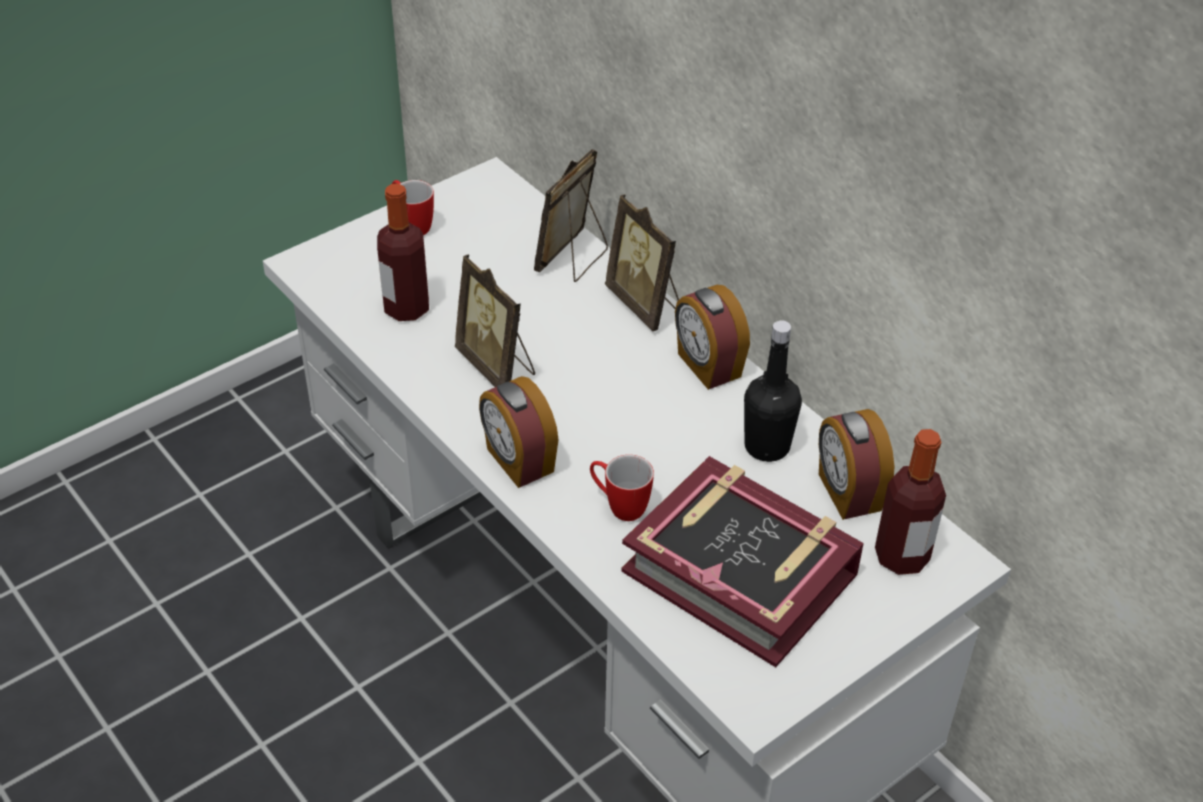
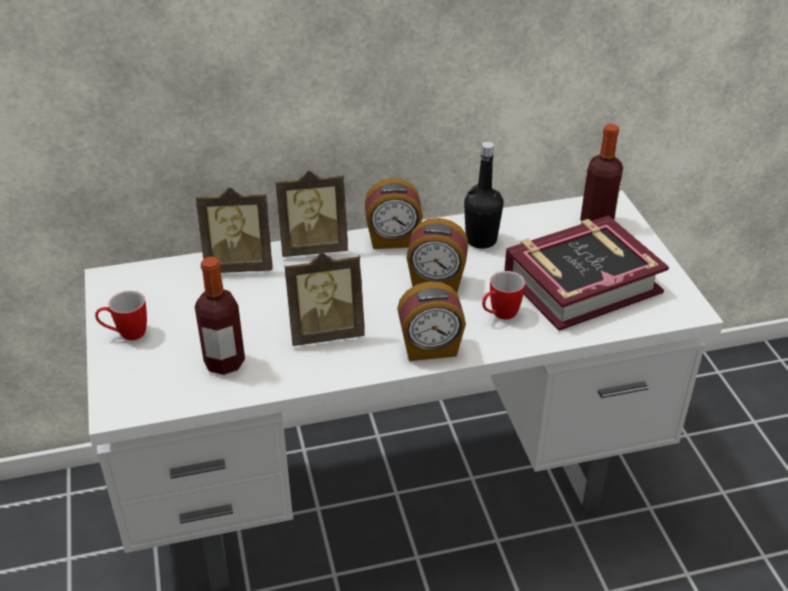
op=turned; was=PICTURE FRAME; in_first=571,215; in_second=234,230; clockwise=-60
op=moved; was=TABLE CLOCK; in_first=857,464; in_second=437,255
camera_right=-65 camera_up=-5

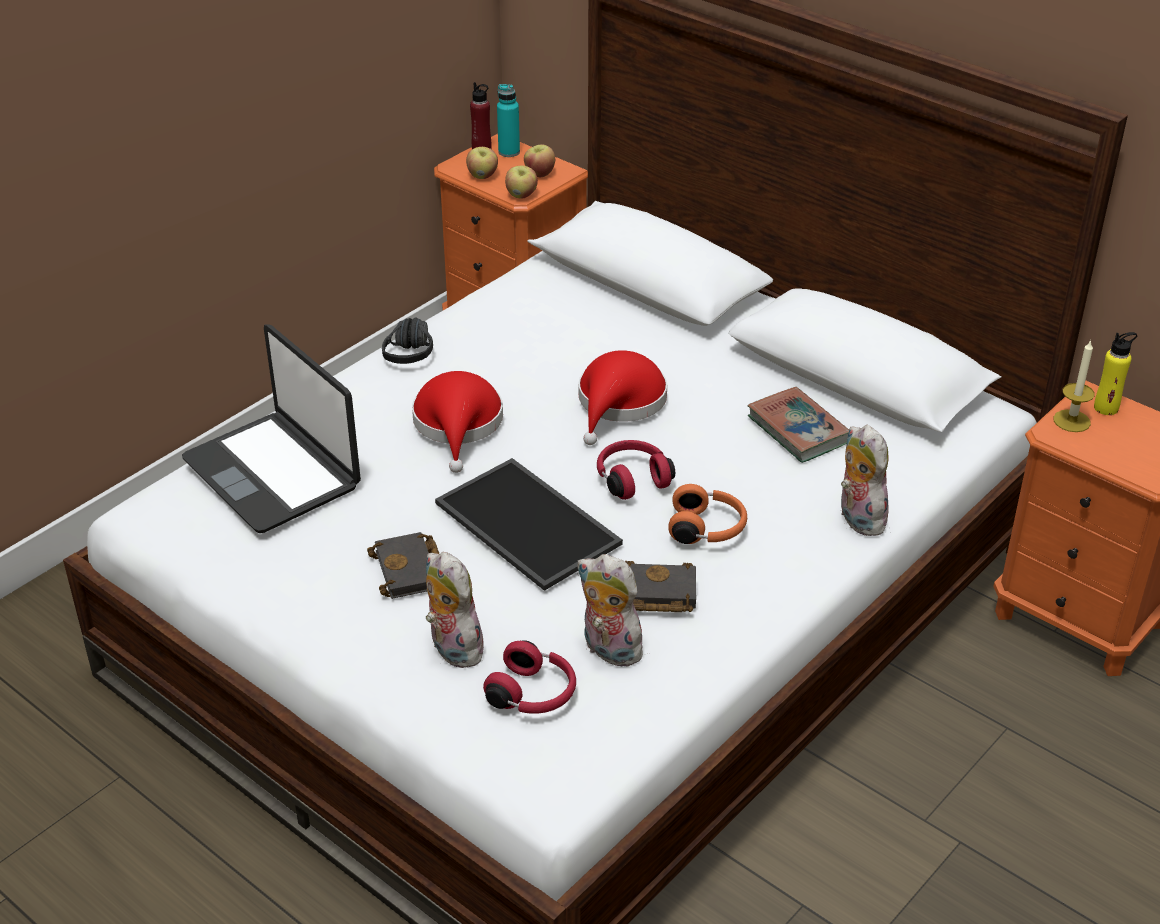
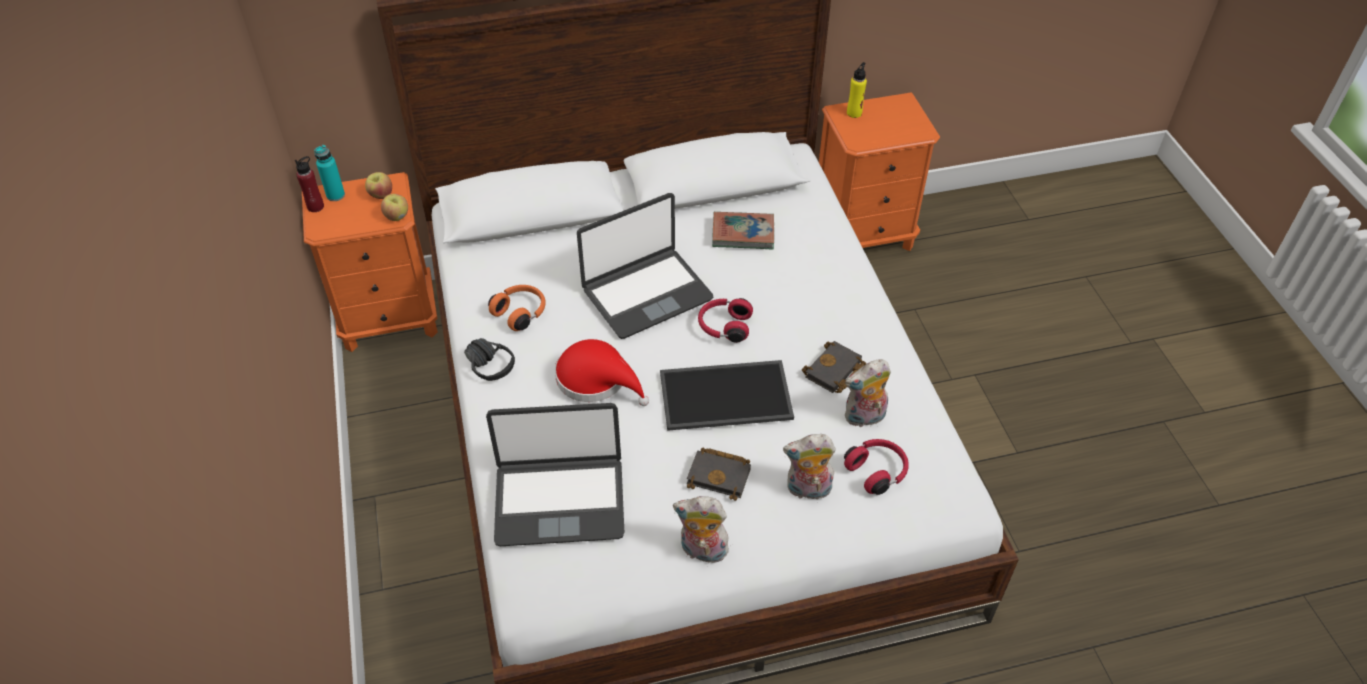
op=removed; was=APPLE FRUIT; in_first=482,163
op=removed; was=WAX CANDLE; in_first=1074,386
op=replaced; was=REDDISH WEARABLE HAT; now=LAPTOP; in_first=622,397; in_second=645,266
op=moved; was=CUDDLY TOY; in_first=864,480; in_second=701,529
op=moved; was=ORANGE-COLOURED HEADSET; in_first=707,514; in_second=516,308
camera_right=-55 camera_up=10

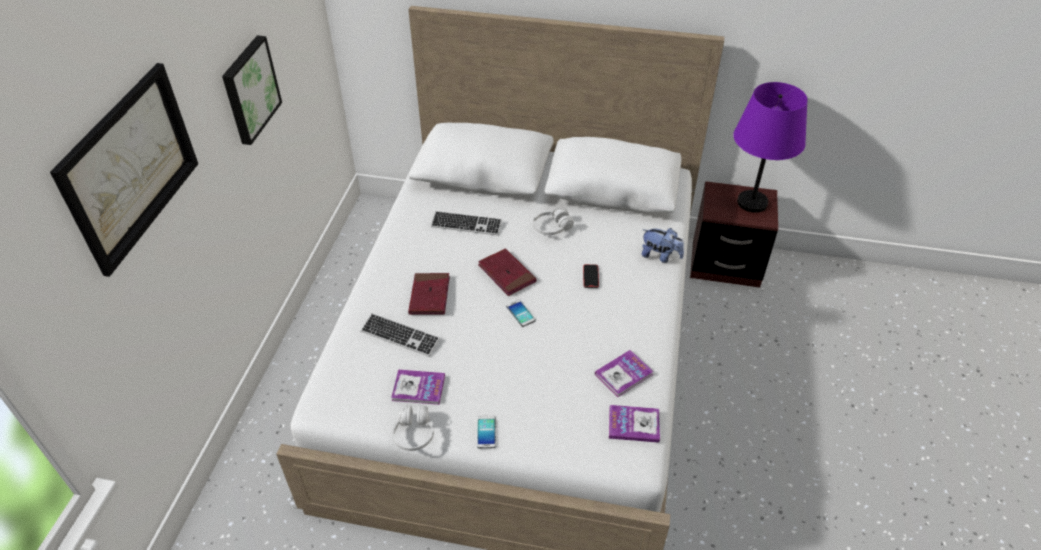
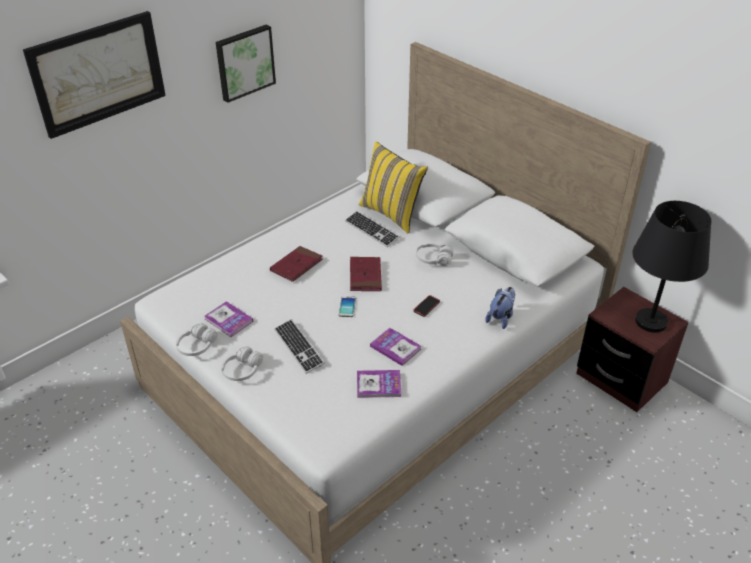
op=recoloured; was=PURPLE-COLOURED TABLETOP LAMP; now=BLACK TABLETOP LAMP; in_first=770,147; in_second=671,267
op=turned; was=CUDDLY TOY; in_first=663,245; in_second=500,308; clockwise=-120
op=moved; was=PC KEYBOARD; in_first=400,335; in_second=299,346
op=moved; was=BOOK; in_first=634,424; in_second=395,347
op=replaced; was=PHONE; now=WHITE-COLOURED HEADSET; in_first=486,432; in_second=242,363
op=added; now=YELLOWISH CUSHION; in_second=393,187
camera_right=35 camera_up=-5

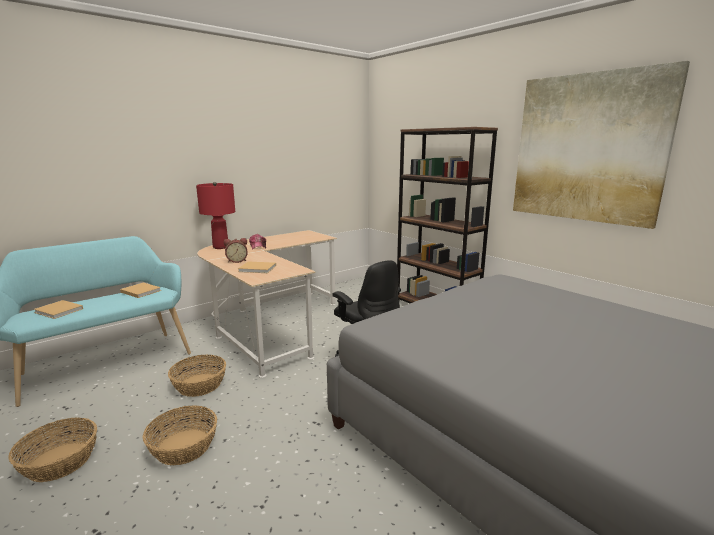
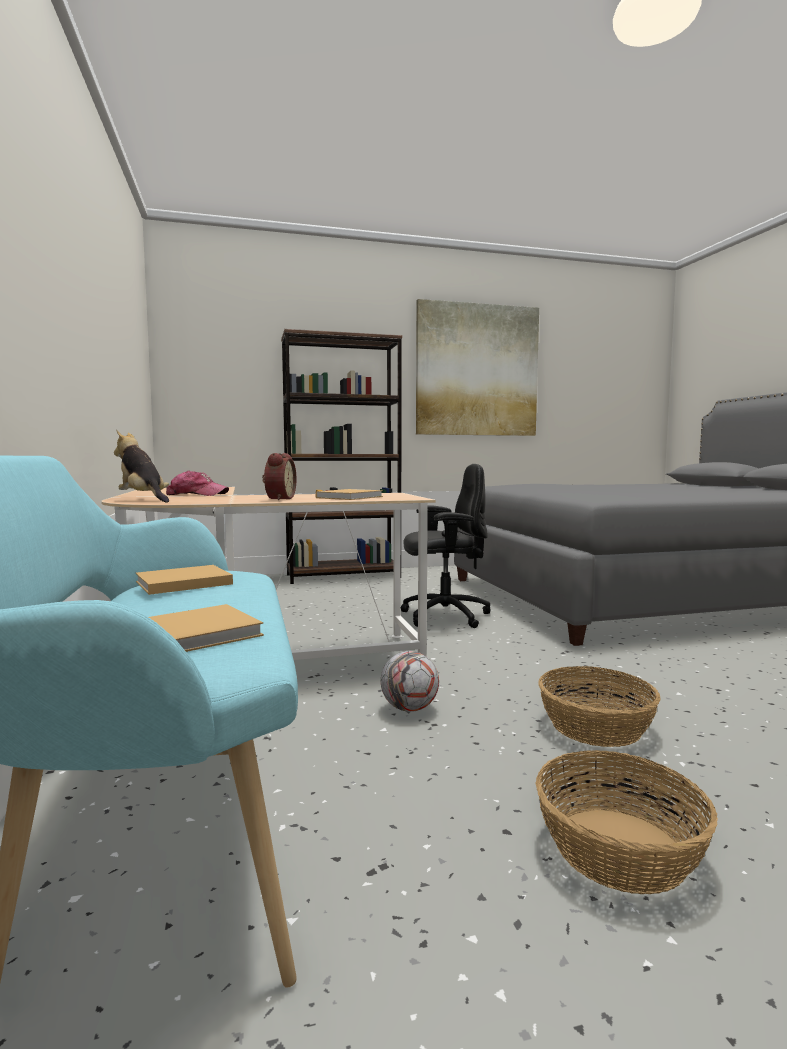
op=replaced; was=REDDISH TABLETOP LAMP; now=CUDDLY TOY; in_first=215,215; in_second=141,466
op=replaced; was=BASKET; now=FOOTBALL BALL; in_first=197,376; in_second=410,681
camera_right=-65 camera_up=-10

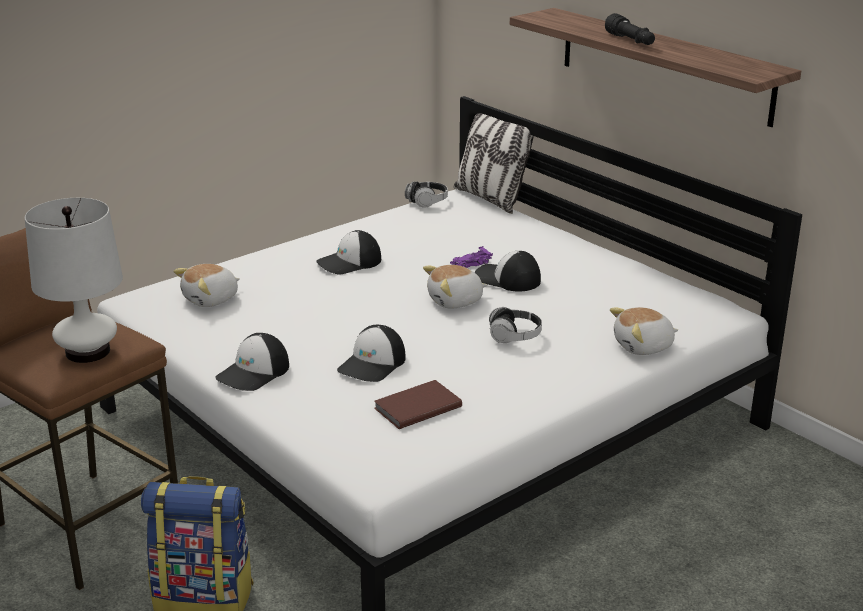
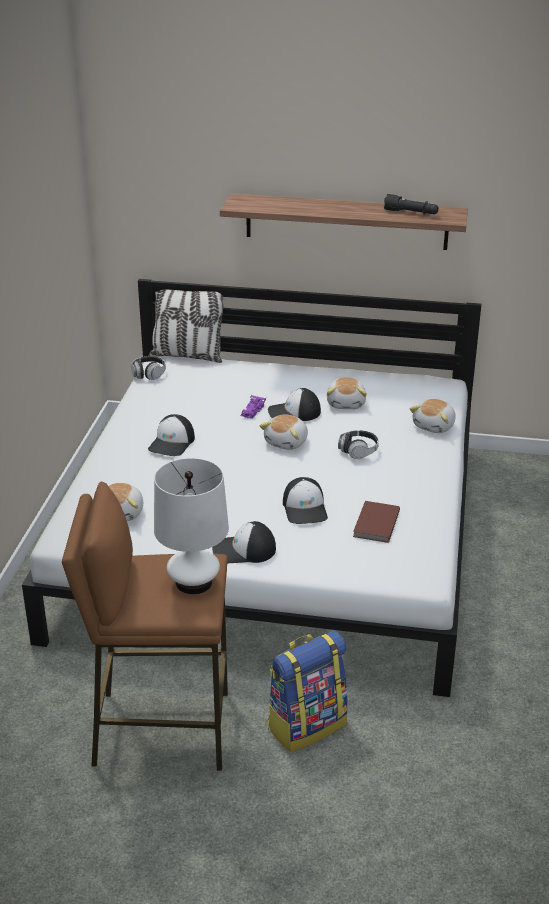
op=moved; was=BLACK HAND TORCH; in_first=630,29; in_second=411,204
op=turned; was=PEAKED CAP; in_first=252,362; in_second=244,542; clockwise=90
op=added; now=CUDDLY TOY; in_second=347,393
camera_right=-40 camera_up=5

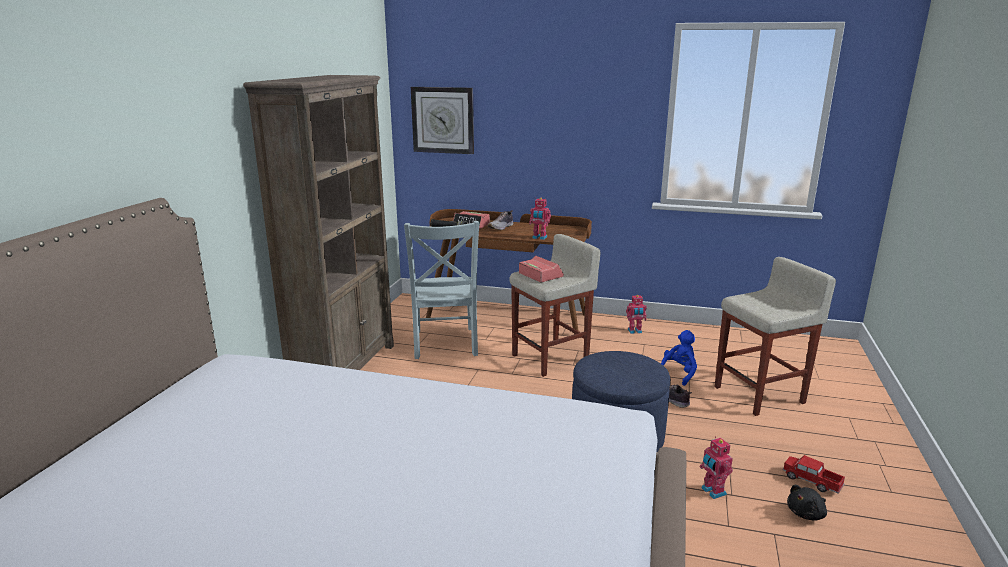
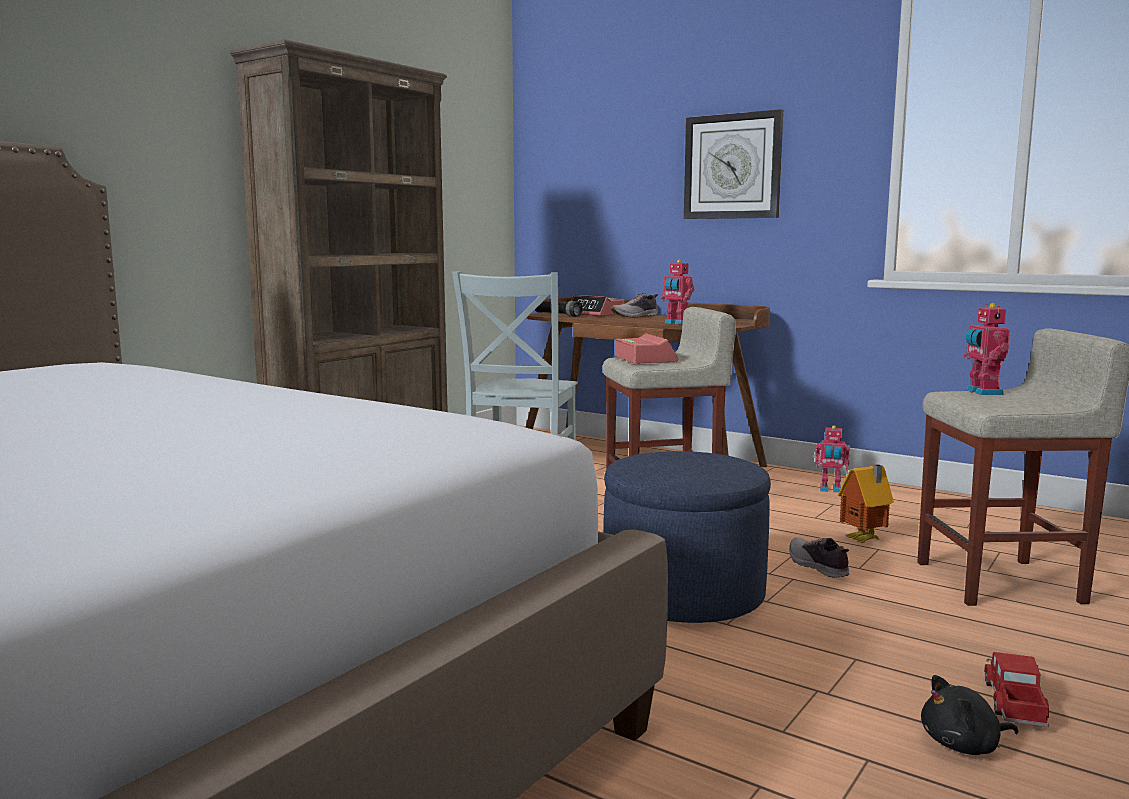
op=moved; was=WALL CLOCK; in_first=442,120; in_second=733,164
op=replaced; was=BLUE-COLOURED CUDDLY TOY; now=MODEL HOUSE; in_first=679,358; in_second=866,503
op=moved; was=TOY ROBOT; in_first=716,467; in_second=987,349
op=turned; was=MODEL TRUCK; in_first=814,474; in_second=1016,689; clockwise=45
camera_right=20 camera_up=-10

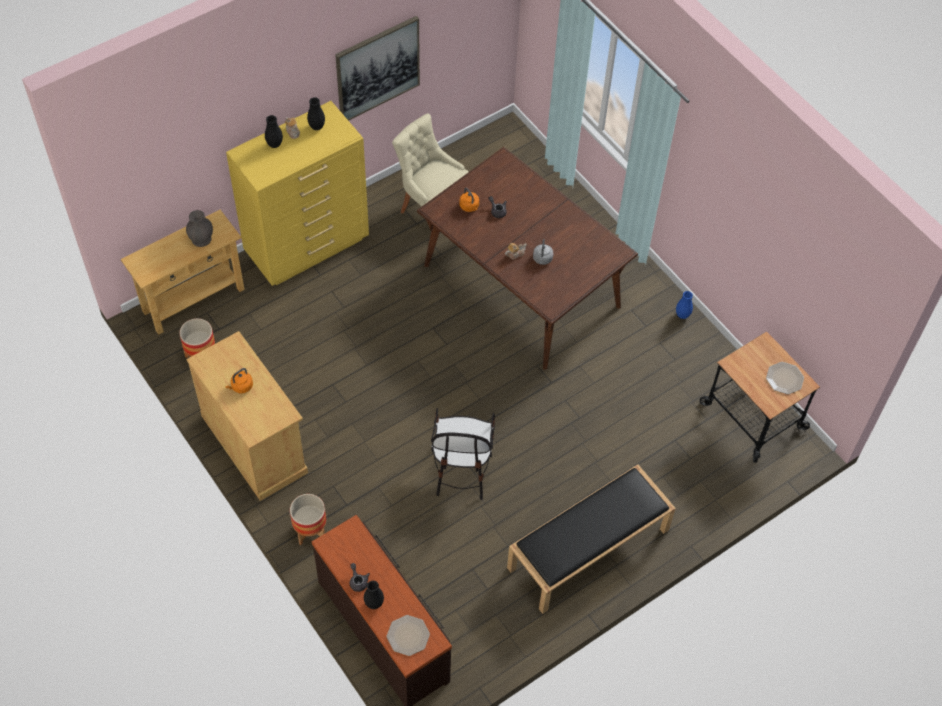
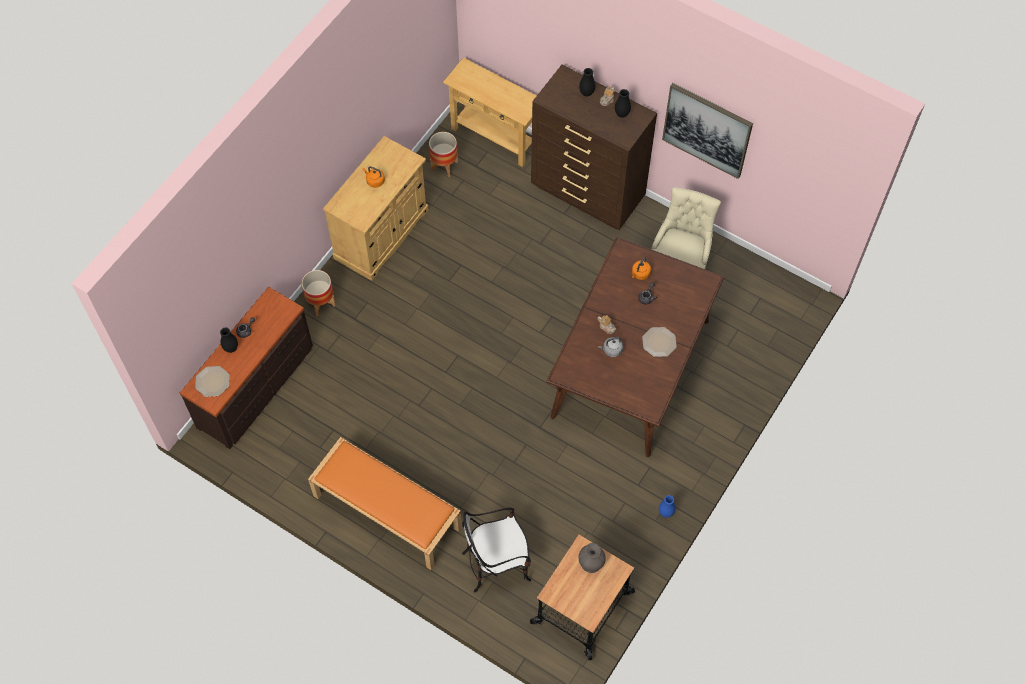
op=recoloured; was=YELLOWISH CHEST OF DRAWERS; now=BROWNISH CHEST OF DRAWERS; in_first=297,193; in_second=594,147
op=moved; was=GREY VASE; in_first=199,228; in_second=592,558
op=moved; was=DINNER PLATE; in_first=785,378; in_second=659,342
op=moved; was=UPRIGHT CHAIR; in_first=463,454; in_second=496,550
op=recoloured; was=BLACK INDOOR BENCH; now=ORANGE-COLOURED INDOOR BENCH; in_first=591,539; in_second=385,504
camera_right=70 camera_up=5

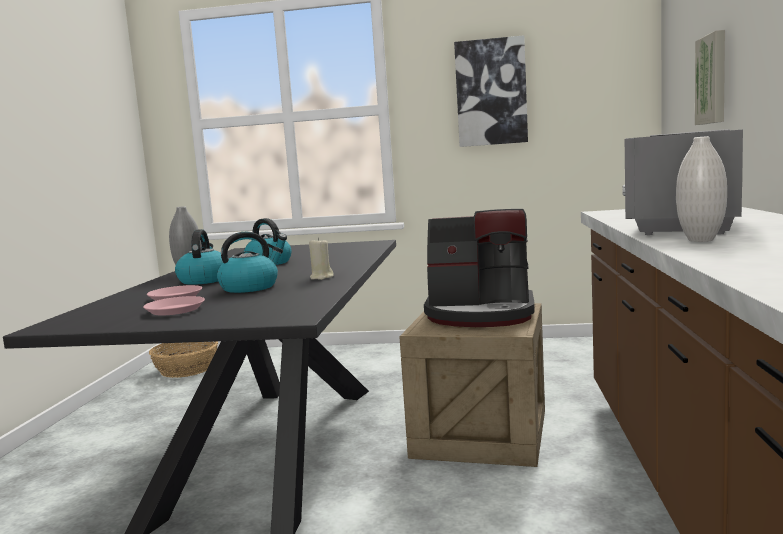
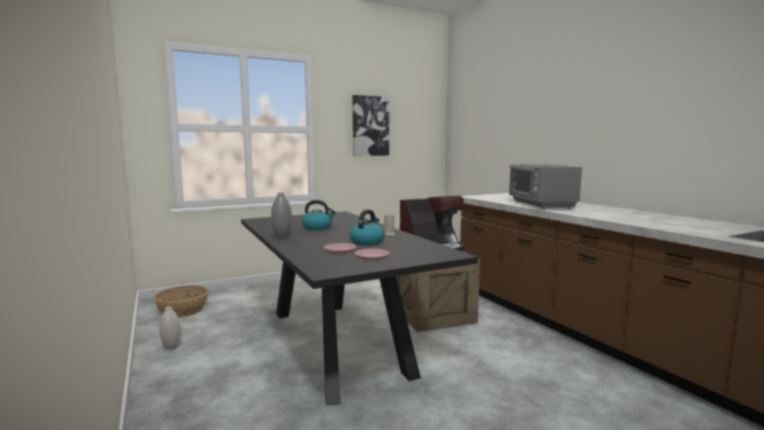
op=removed; was=WALL ART; in_first=710,77
op=moved; was=WHITE-COLOURED VASE; in_first=701,189; in_second=170,328
op=removed; was=TEA KETTLE; in_first=199,257
camera_right=-35 camera_up=0

